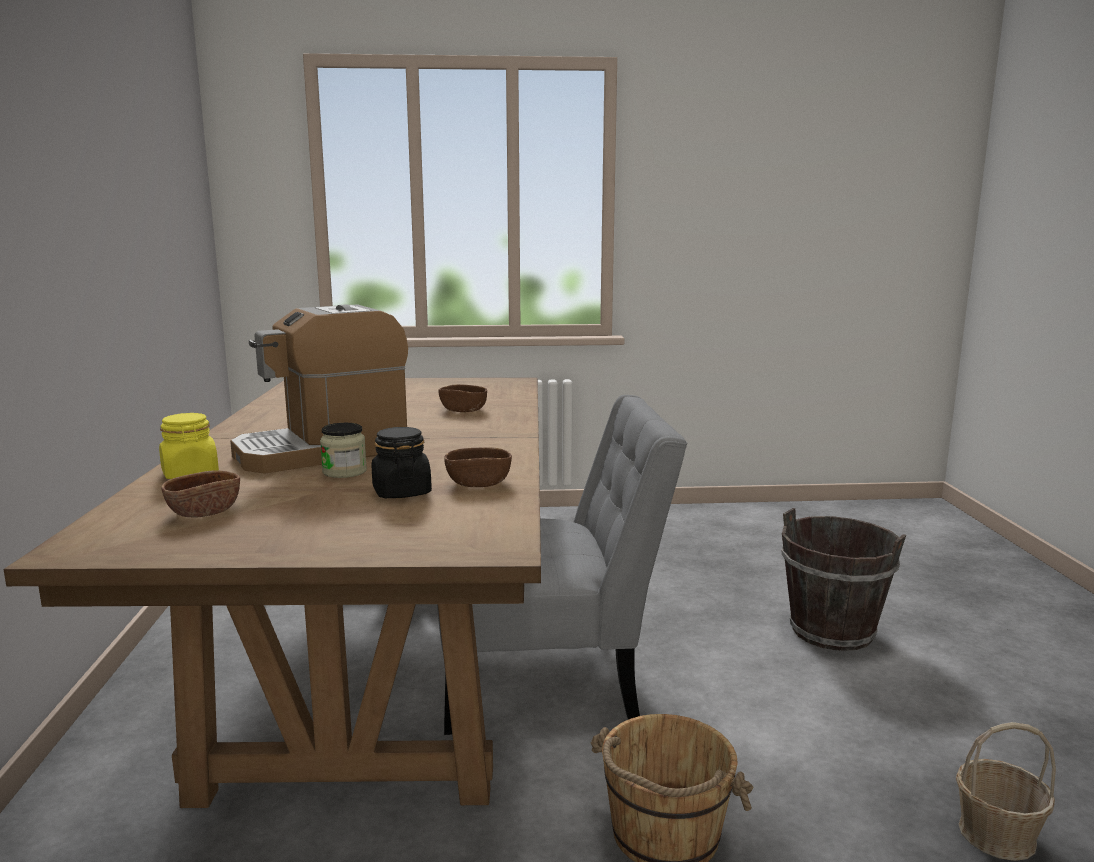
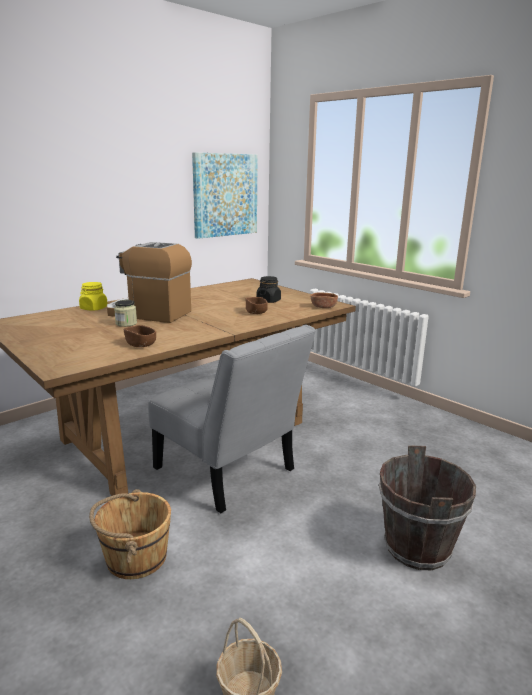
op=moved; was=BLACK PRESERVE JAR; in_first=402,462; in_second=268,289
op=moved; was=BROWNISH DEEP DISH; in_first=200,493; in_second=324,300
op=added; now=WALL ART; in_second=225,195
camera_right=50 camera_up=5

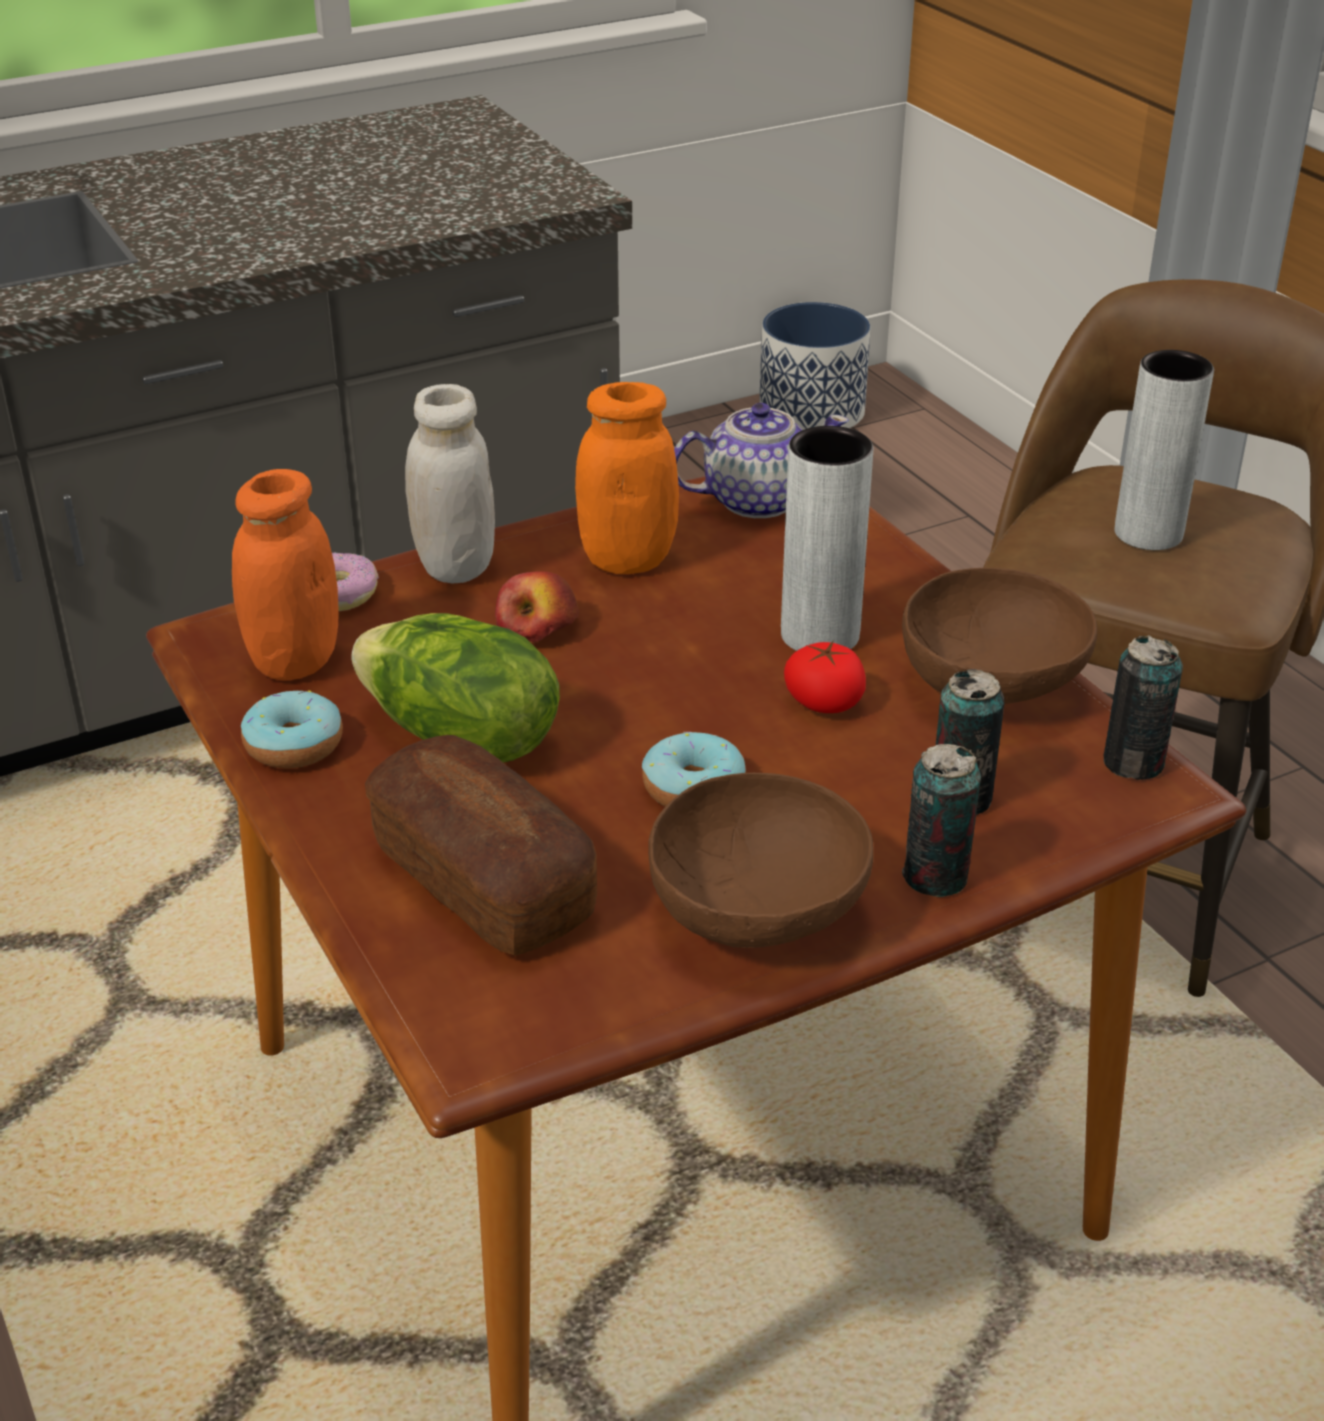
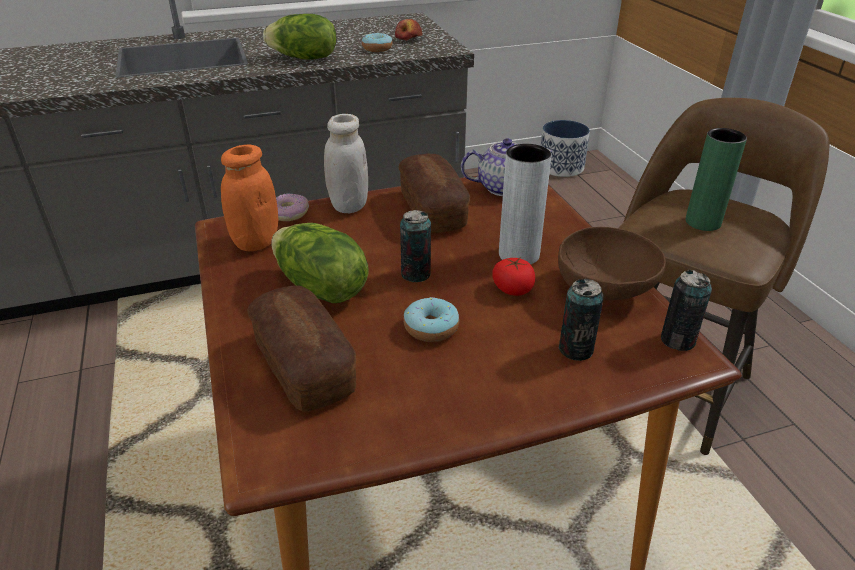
op=recoloured; was=GREY VASE; now=GREEN VASE; in_first=1164,450; in_second=716,179
op=replaced; was=ORANGE-COLOURED PRESERVE JAR; now=BAKERY BREAD; in_first=627,478; in_second=434,193
op=moved; was=APPLE FRUIT; in_first=537,607; in_second=409,30
op=moved; was=DONUT; in_first=292,729; in_second=377,42
op=moved; was=CAN; in_first=941,820; in_second=415,246
op=removed; was=BROWNISH DEEP DISH; in_first=761,860
op=added; now=LETTUCE; in_second=299,37
camera_right=10 camera_up=0

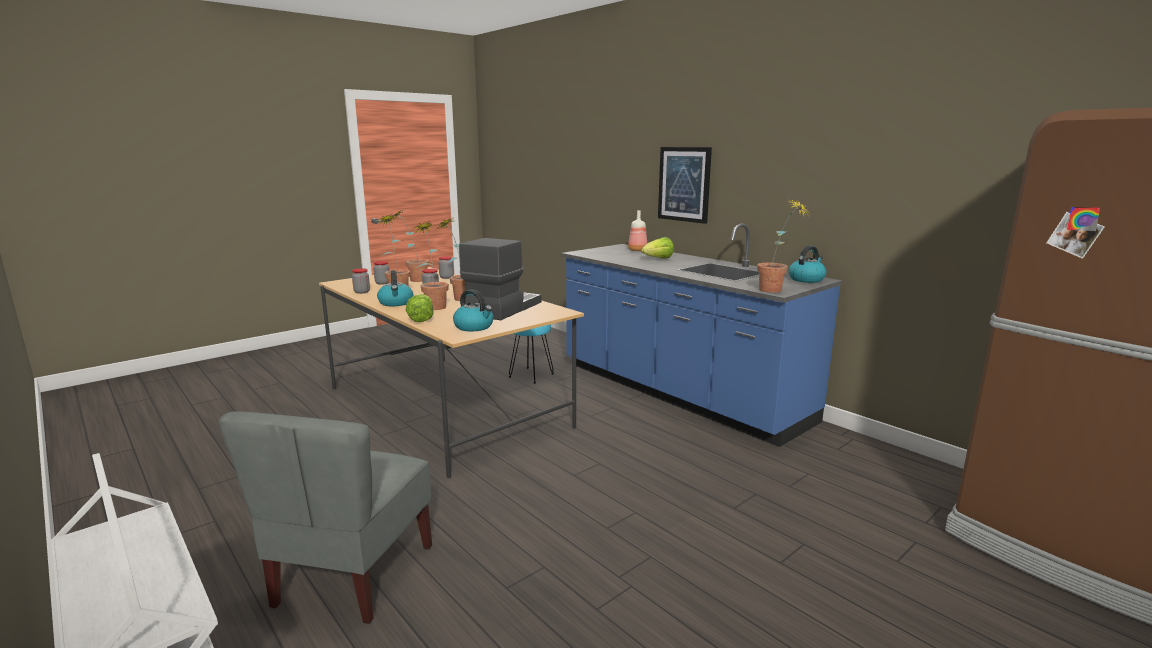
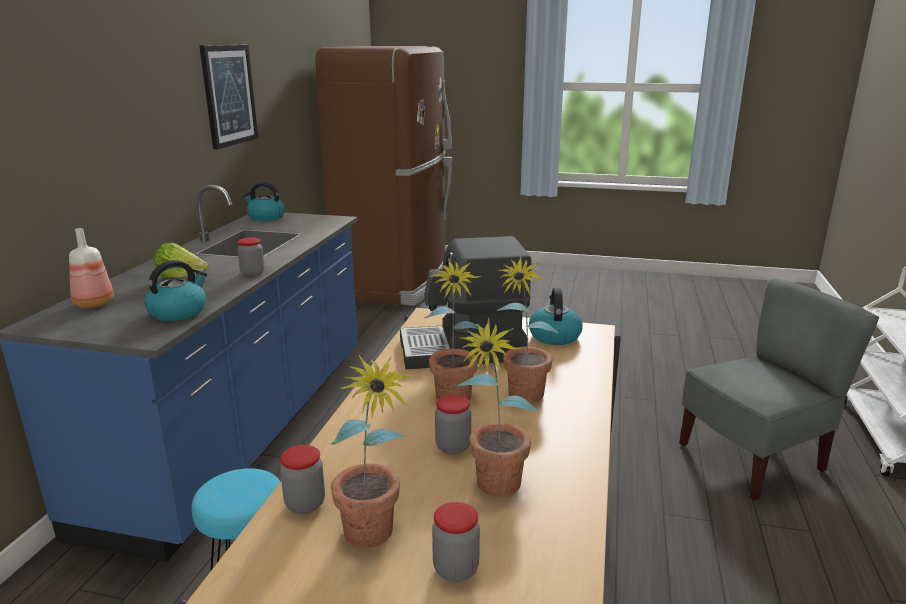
op=moved; was=WALL ART; in_first=685,185; in_second=229,97
op=removed; was=POTTED PLANT; in_first=783,245
op=moved; was=PRESERVE JAR; in_first=361,281; in_second=250,257
op=moved; was=TEA KETTLE; in_first=395,288; in_second=176,290
op=removed; was=LETTUCE; in_first=420,308
camera_right=-125 camera_up=5

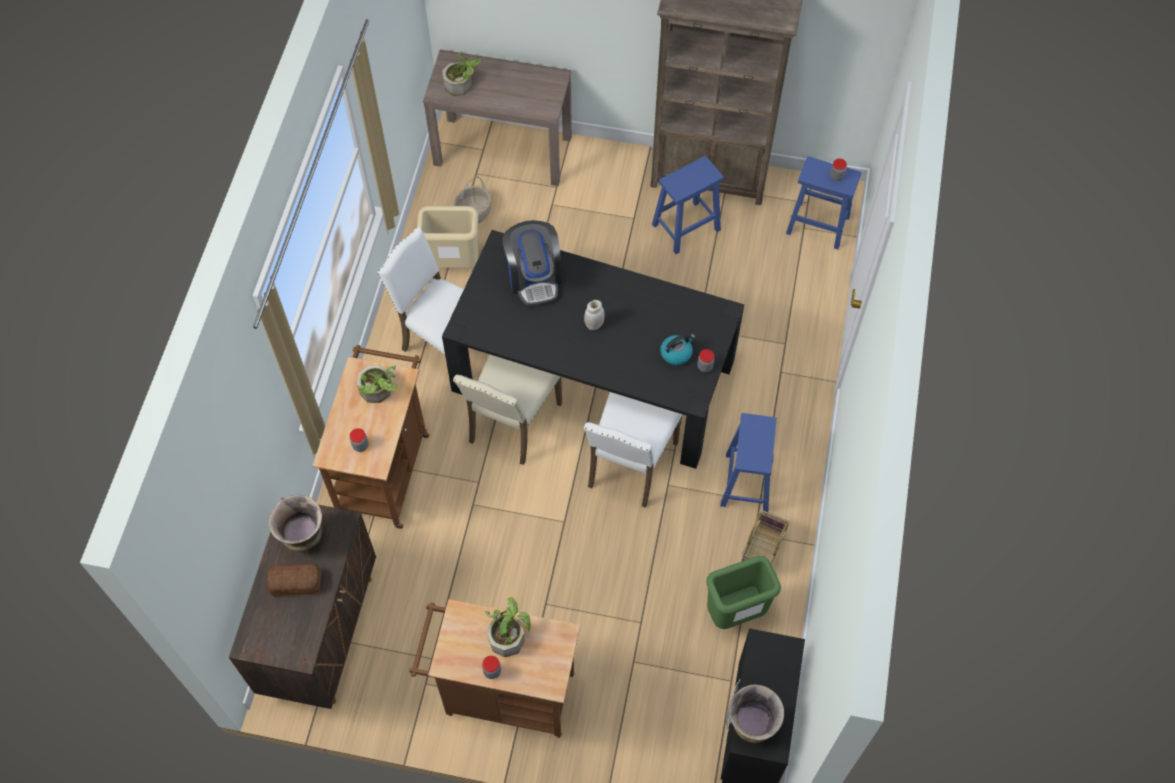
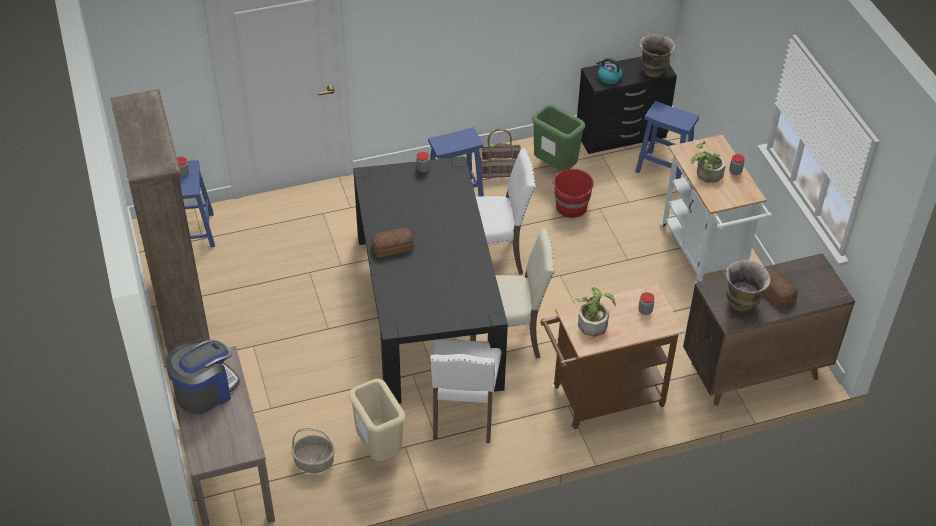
op=removed; was=POTTED PLANT; in_first=461,73
op=moved; was=BLUE-COLOURED STOOL SEAT; in_first=688,205; in_second=667,140
op=moved; was=COFFEE MACHINE; in_first=531,263; in_second=202,377
op=removed; was=WHITE-COLOURED PRESERVE JAR; in_first=594,315
op=moved; was=TEA KETTLE; in_first=677,349; in_second=609,71
op=recoloured; was=BROWNISH TROLLEY; now=WHITE-COLOURED TROLLEY; in_first=494,668; in_second=716,210
op=added; now=REDDISH BUCKET; in_second=573,193
op=added; now=BAKERY BREAD; in_second=392,242
camera_right=-120 camera_up=-15

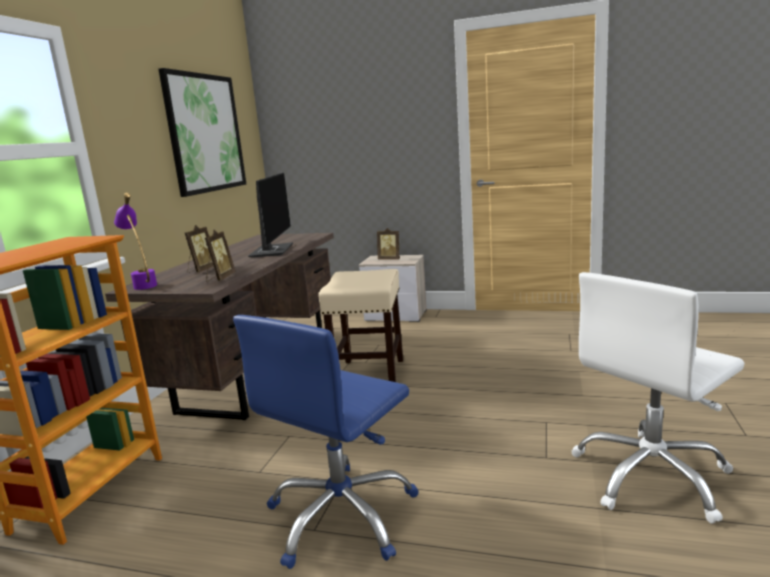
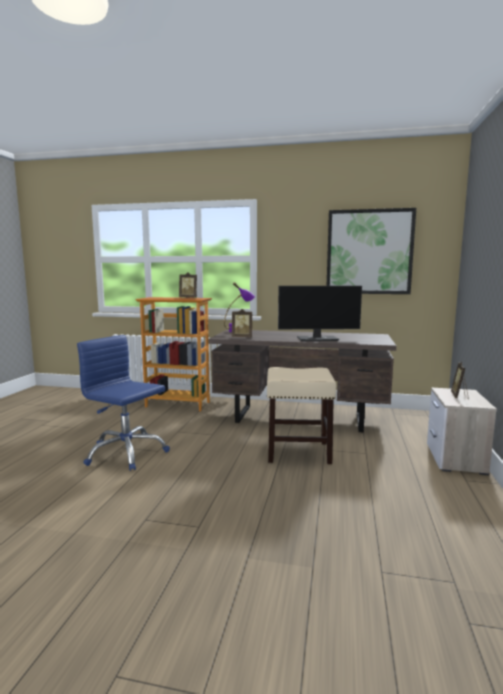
op=moved; was=PICTURE FRAME; in_first=199,249; in_second=188,285
op=removed; was=WHITE-COLOURED COMPUTER CHAIR; in_first=658,398
camera_right=85 camera_up=-5

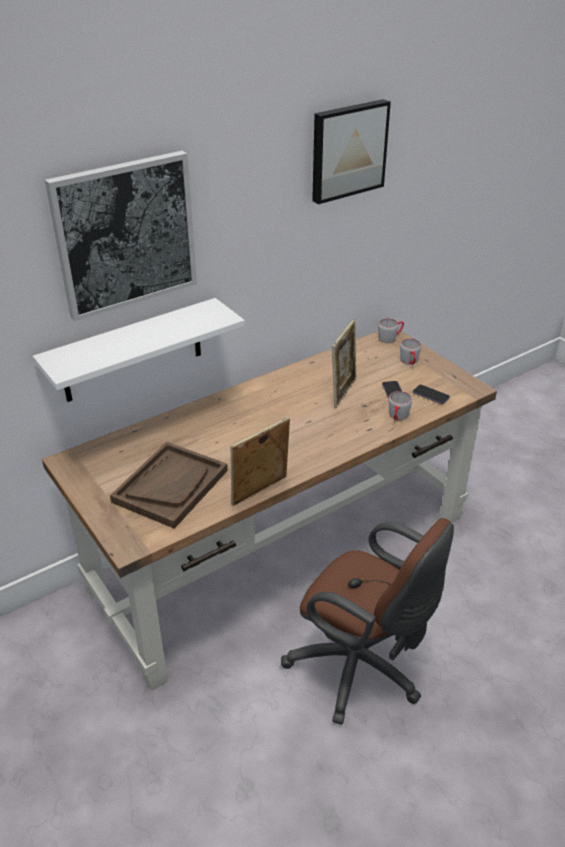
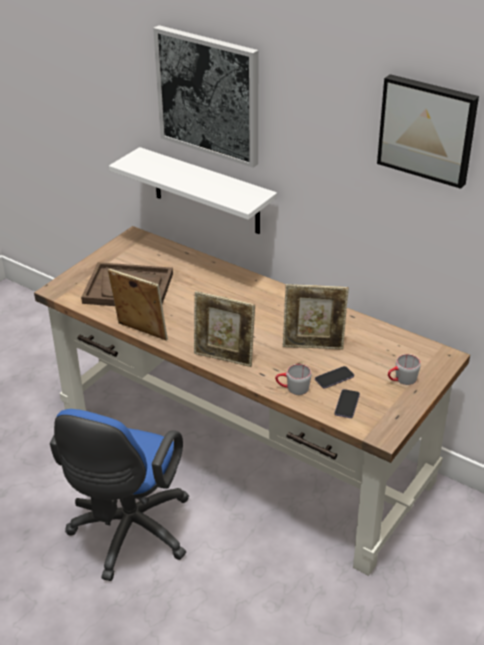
op=removed; was=GREY TEA MUG; in_first=391,330
op=recoloured; was=BROWNISH COMPUTER CHAIR; now=BLUE-COLOURED COMPUTER CHAIR; in_first=367,621; in_second=119,495
op=added; now=PICTURE FRAME; in_second=224,329
camera_right=70 camera_up=0

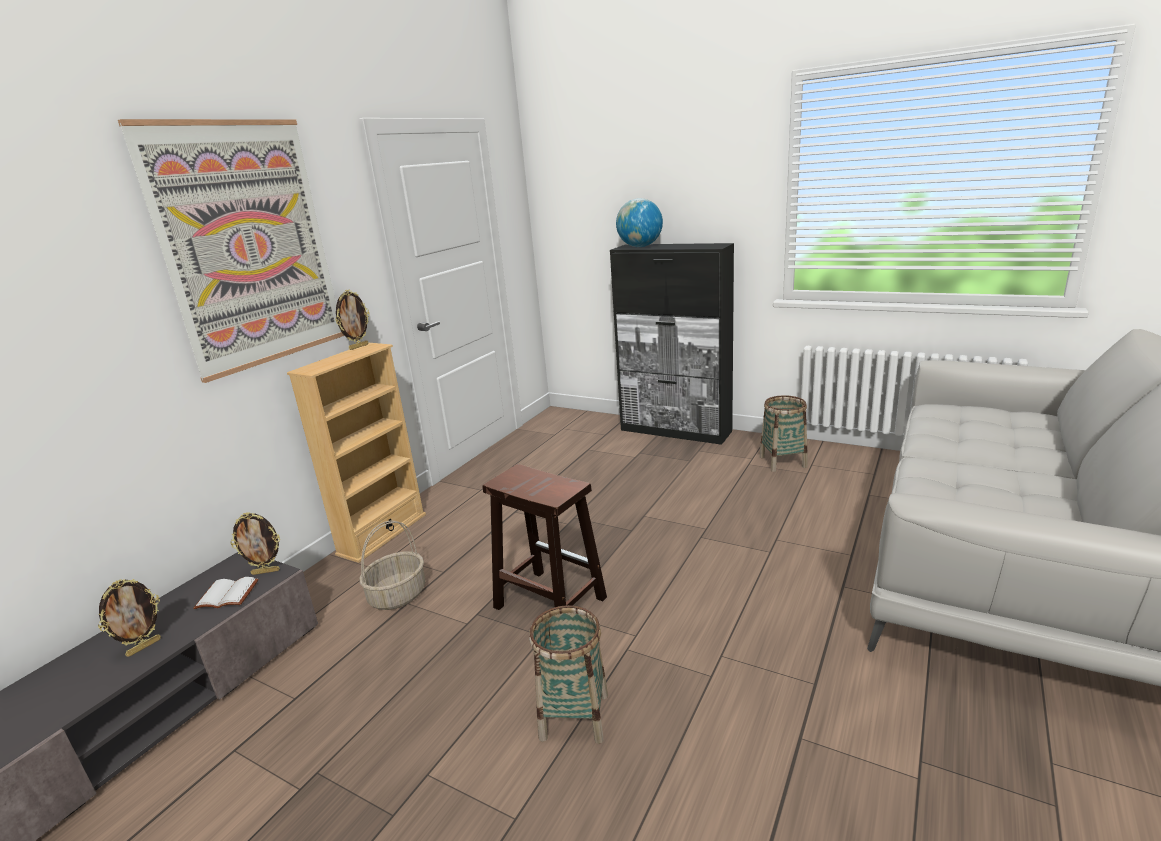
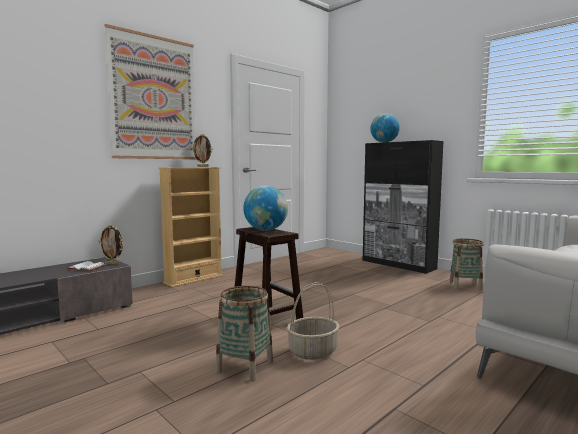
op=moved; was=BASKET; in_first=392,565; in_second=313,321
op=removed; was=PICTURE FRAME; in_first=129,618
op=added; now=WORLD GLOBE; in_second=265,208
camera_right=15 camera_up=-15

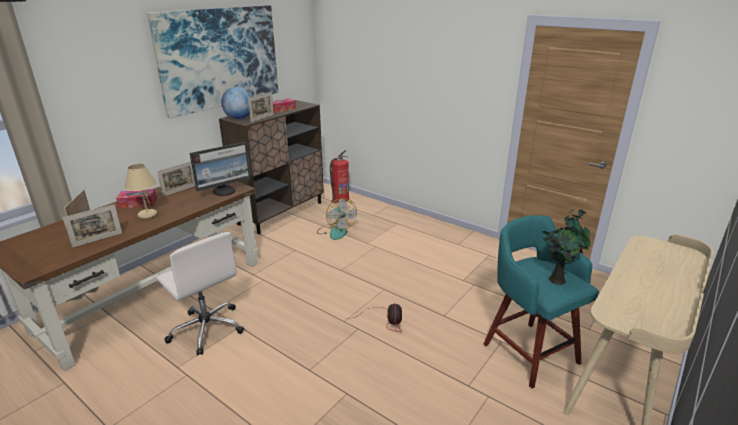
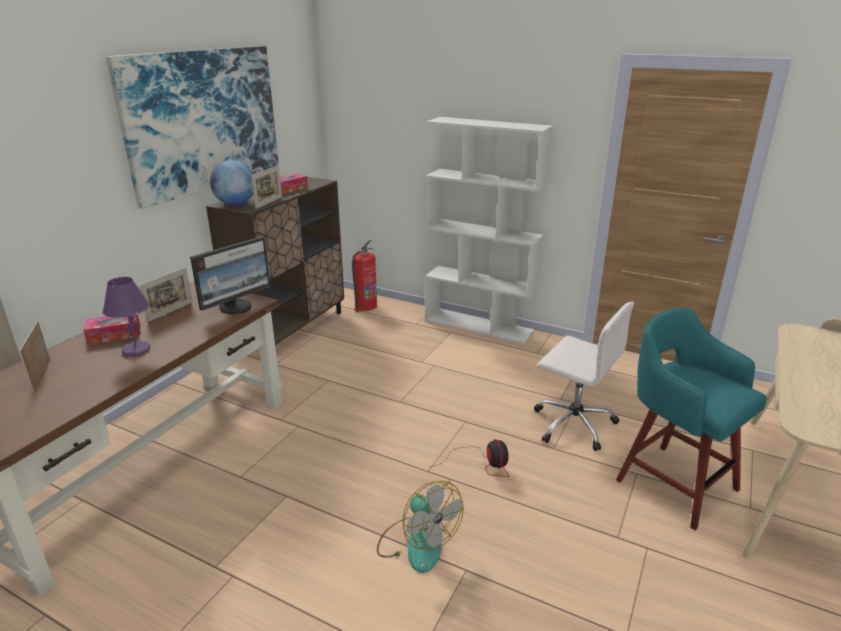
op=recoloured; was=SAND-COLOURED TABLETOP LAMP; now=PURPLE-COLOURED TABLETOP LAMP; in_first=140,191; in_second=127,317
op=moved; was=FAN; in_first=337,219; in_second=420,527
op=removed; was=PICTURE FRAME; in_first=92,226
op=removed; was=POTTED PLANT; in_first=566,247
op=moved; was=WHITE-COLOURED COMPUTER CHAIR; in_first=200,294; in_second=584,376
op=added; now=WHITE-COLOURED BOOKSHELF; in_second=489,230
camera_right=-10 camera_up=0

